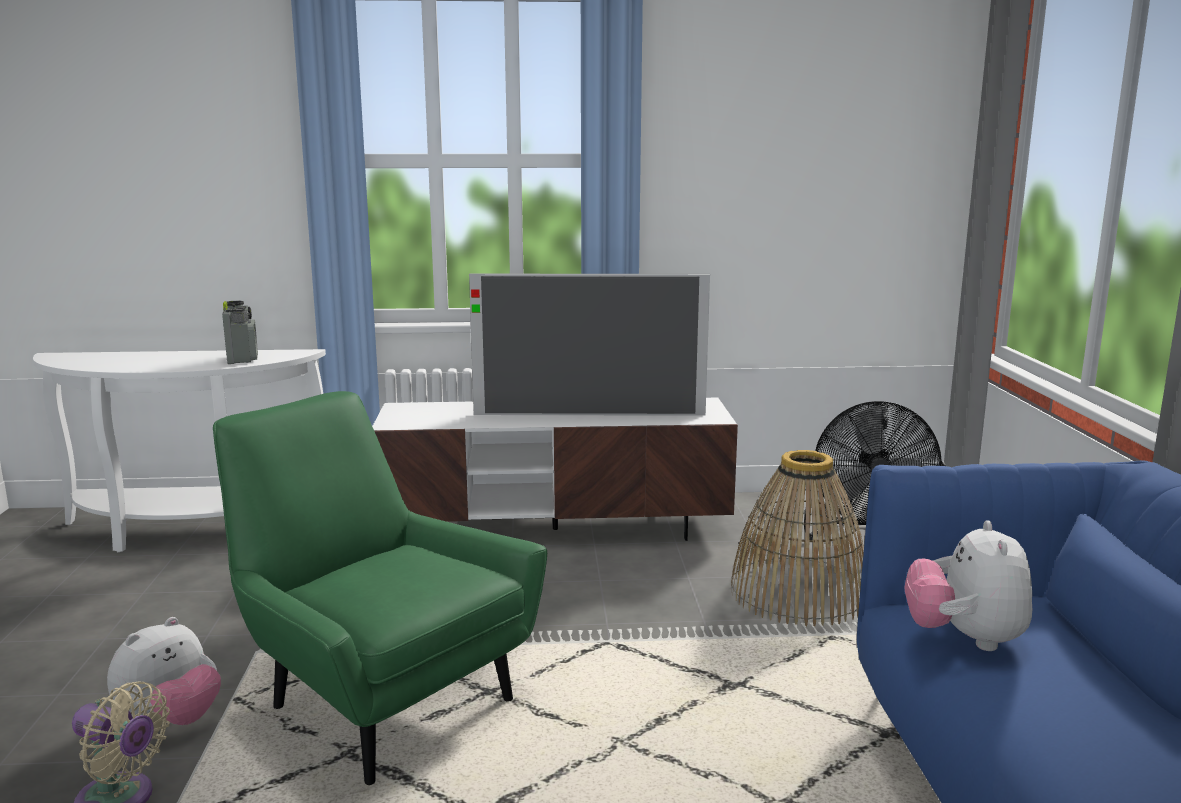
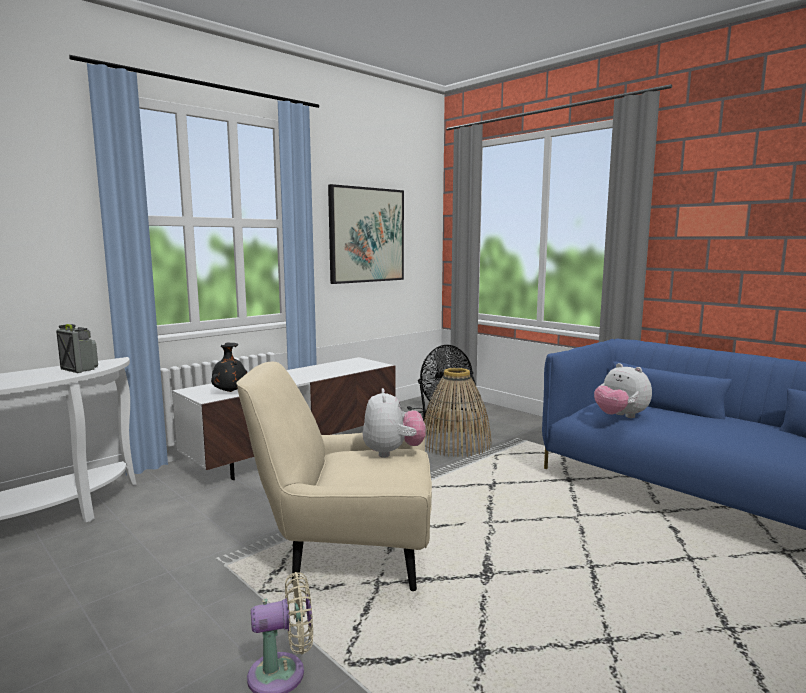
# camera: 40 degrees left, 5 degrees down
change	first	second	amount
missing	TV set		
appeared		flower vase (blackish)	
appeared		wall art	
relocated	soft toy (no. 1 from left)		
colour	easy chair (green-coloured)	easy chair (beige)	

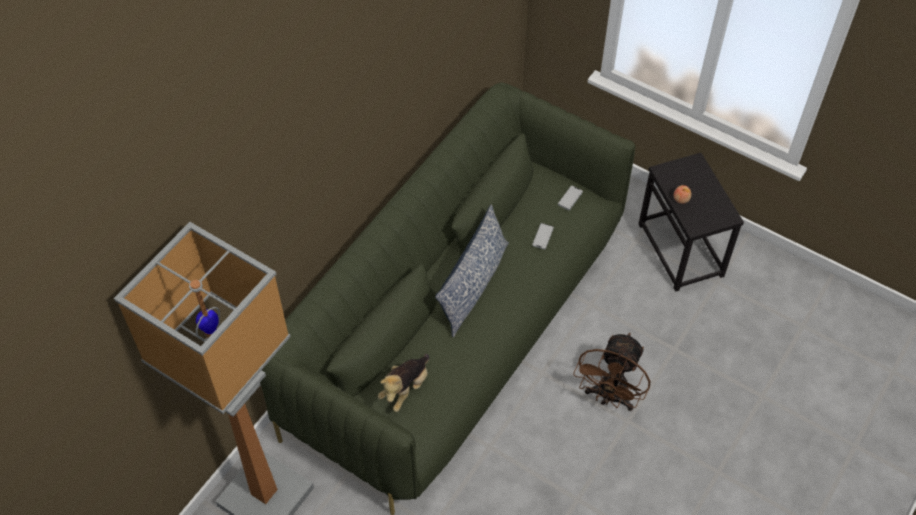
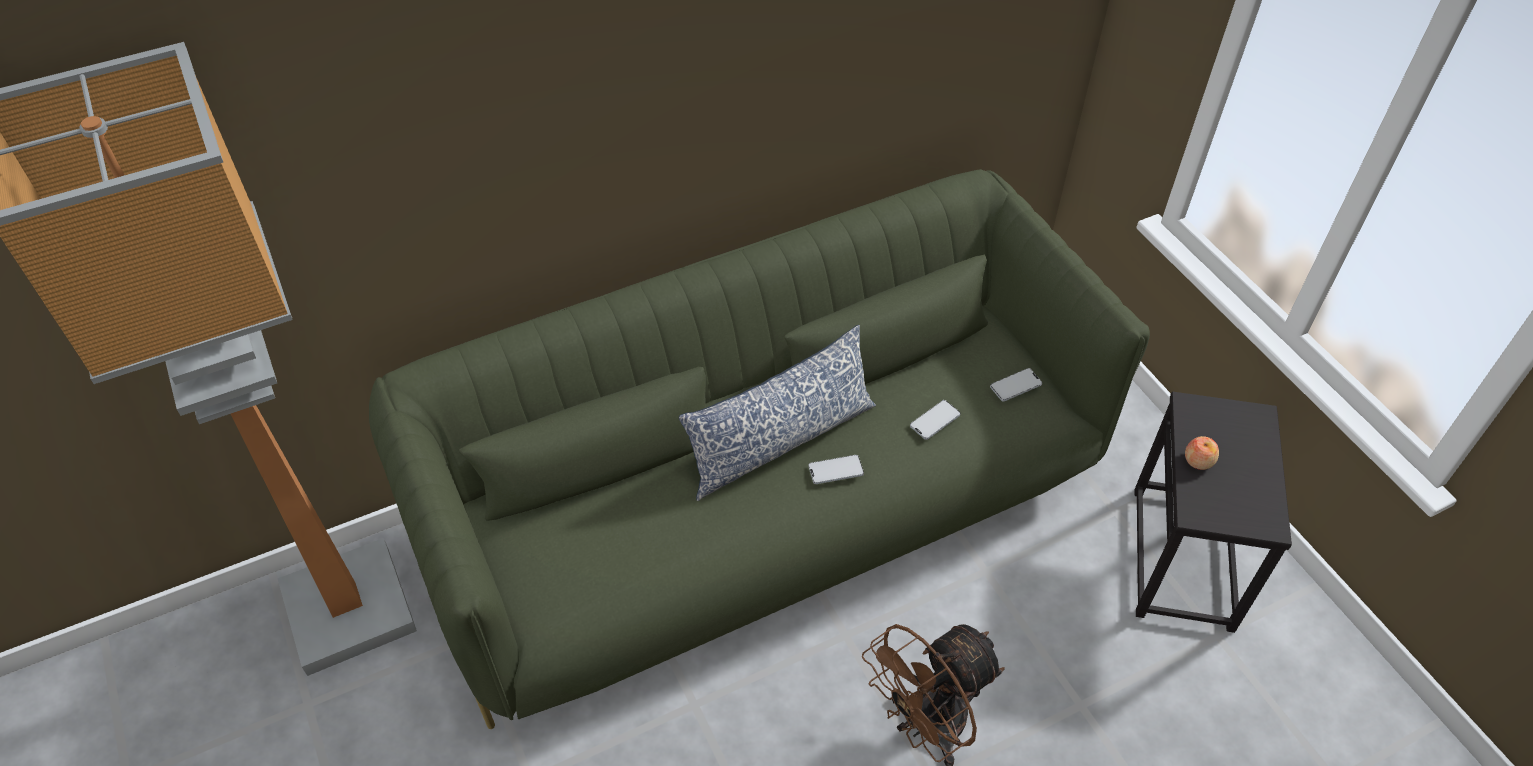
# camera: 30 degrees right, 5 degrees down
change	first	second	amount
missing	soft toy		
appeared		phone (no. 1 from left)	

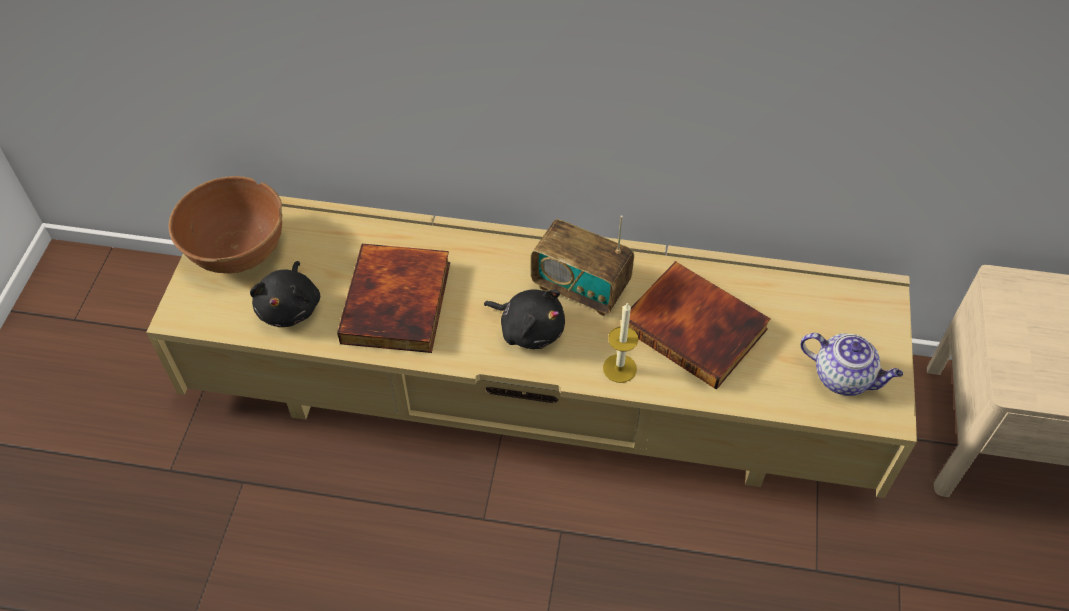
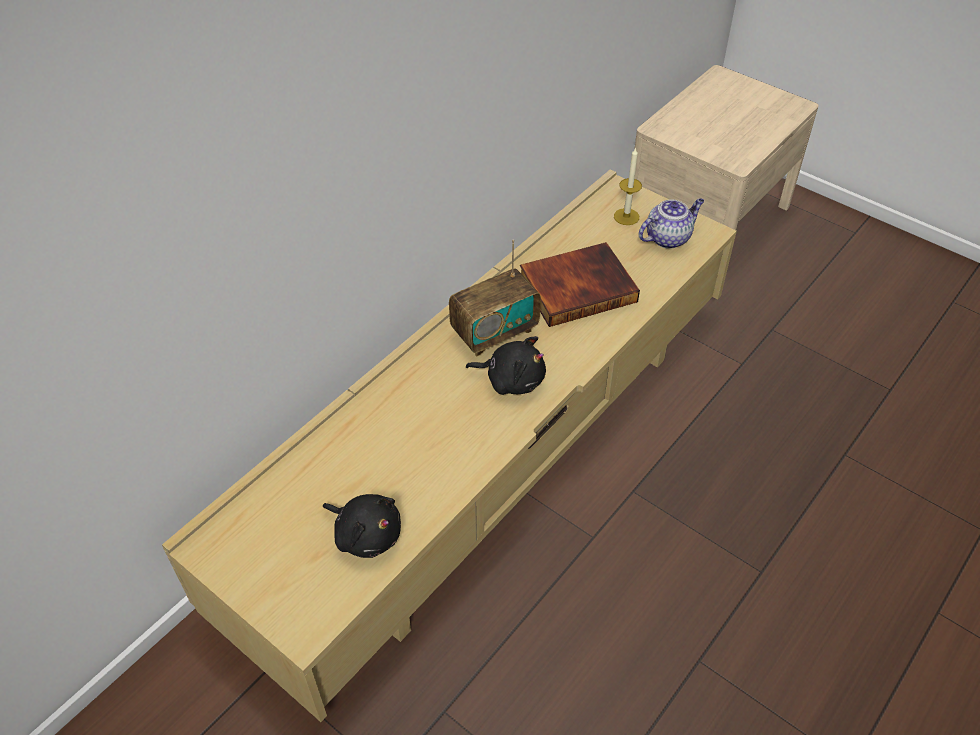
# camera: 60 degrees left, 5 degrees down
change	first	second	amount
missing	serving bowl (brown)		
missing	book (no. 1 from left)		
relocated	candle		
spun	soft toy (blackish) (no. 2 from left)		45 degrees clockwise

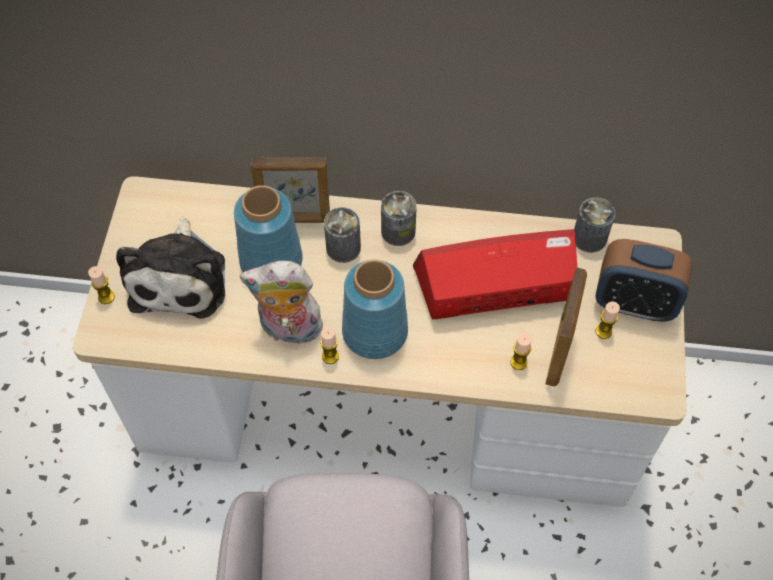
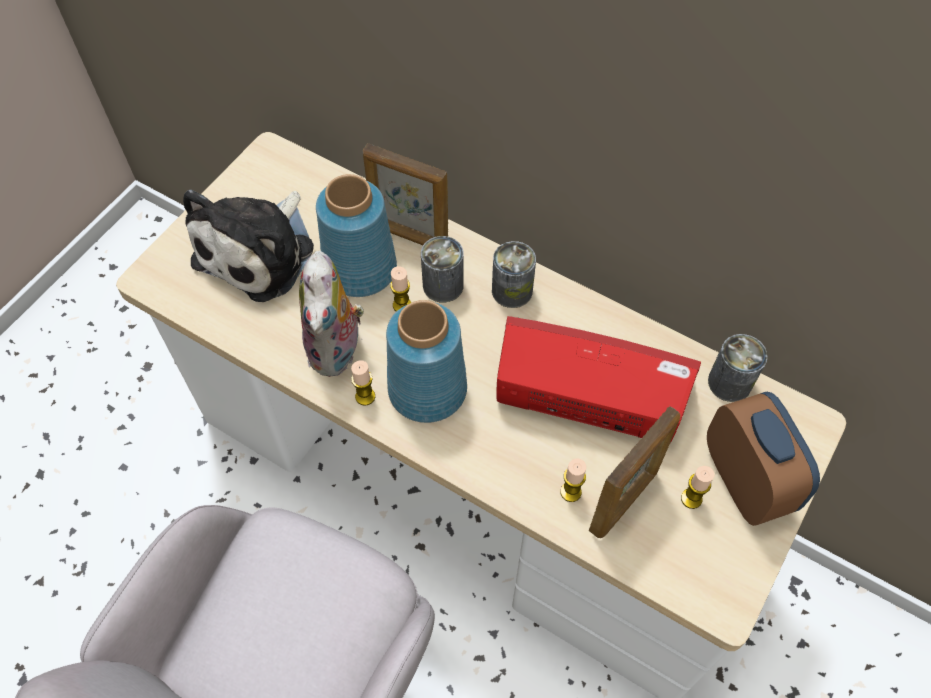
# camera: 25 degrees right, 0 degrees up
change	first	second	amount
relocated	candle (no. 1 from left in the first image)	candle (no. 2 from left)	
spun	soft toy (no. 2 from left)		120 degrees counterclockwise
spun	alarm clock		150 degrees counterclockwise

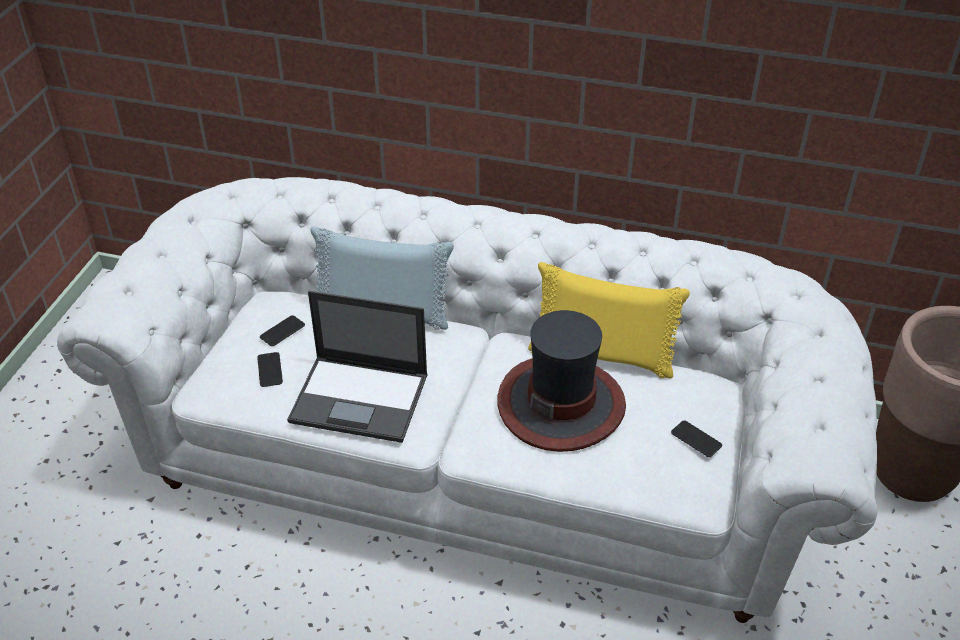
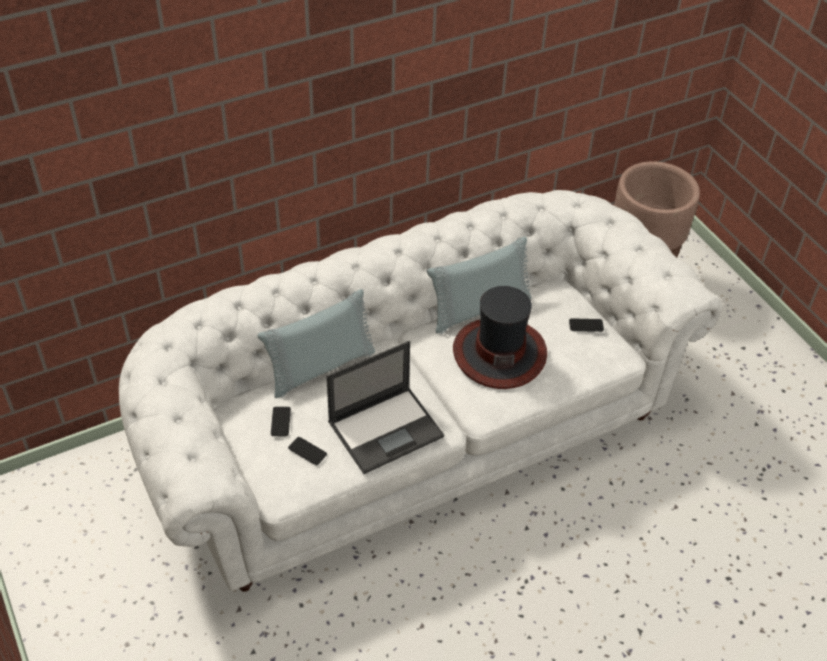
# camera: 45 degrees left, 5 degrees up
change	first	second	amount
colour	throw pillow (yellowish)	throw pillow (blue) (no. 2 from left)	

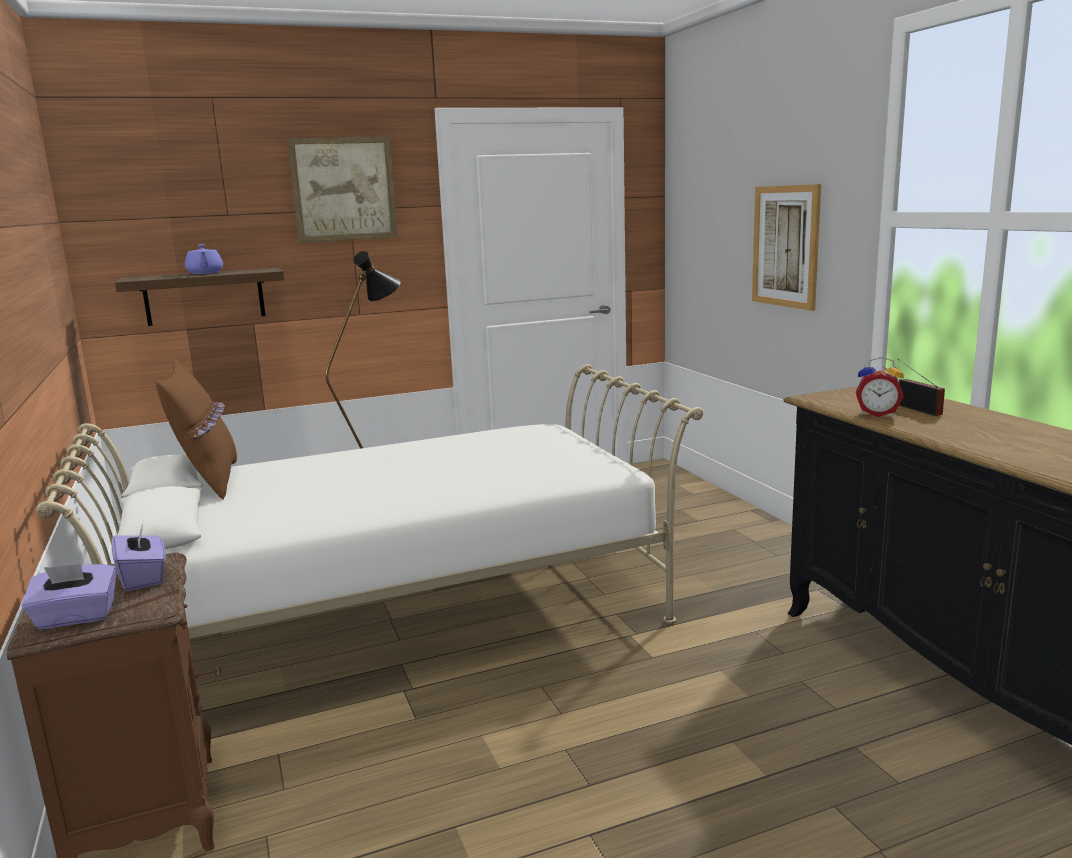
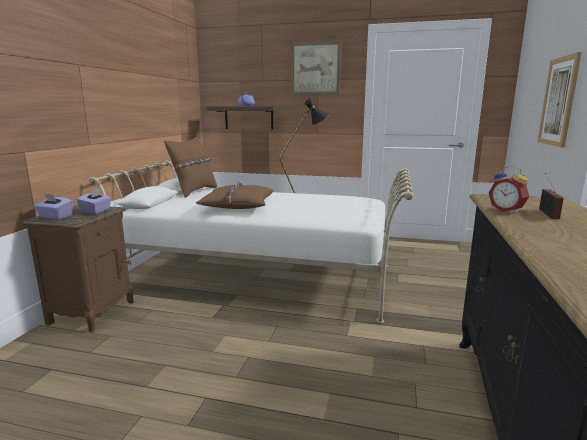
# camera: 35 degrees right, 0 degrees up
change	first	second	amount
appeared		throw pillow (brown) (no. 2 from left)	

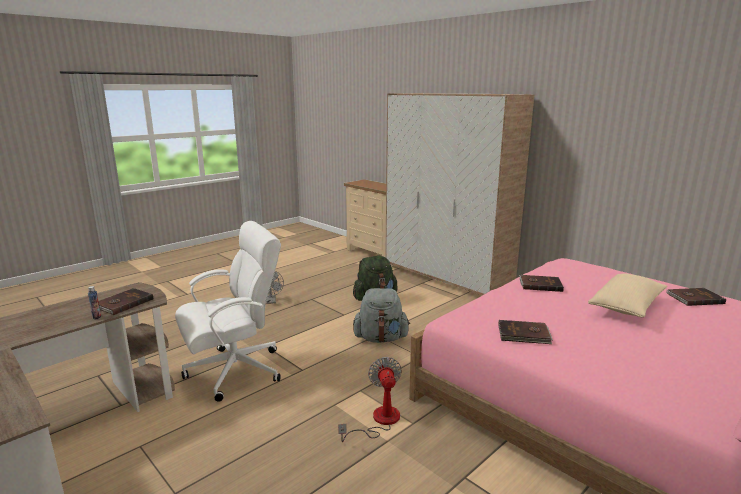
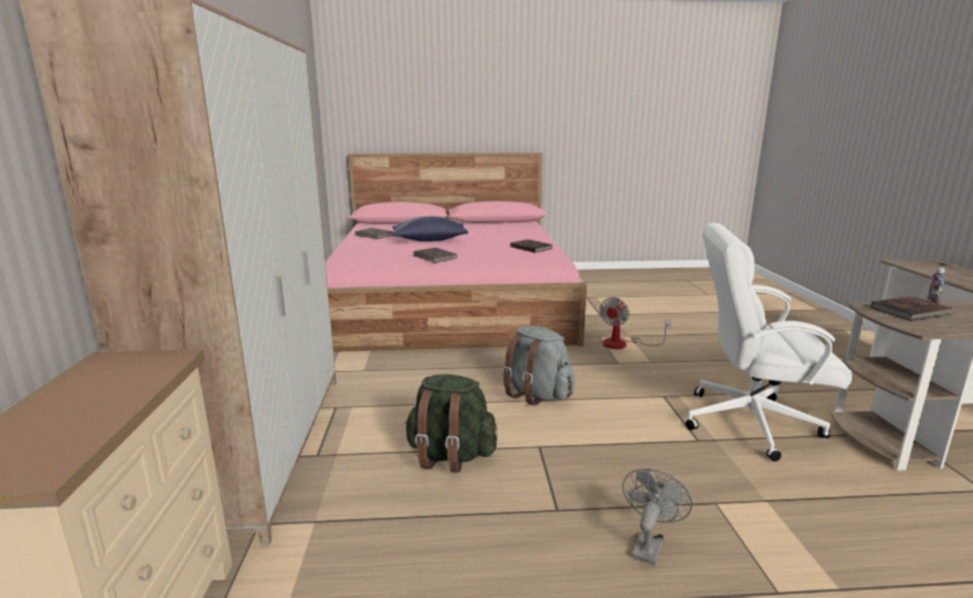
# camera: 140 degrees left, 0 degrees up
change	first	second	amount
colour	throw pillow (beige)	throw pillow (blue)	

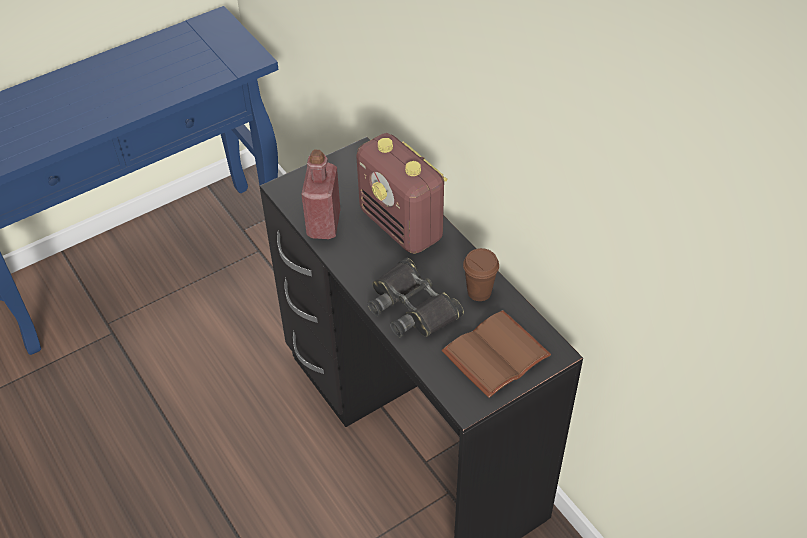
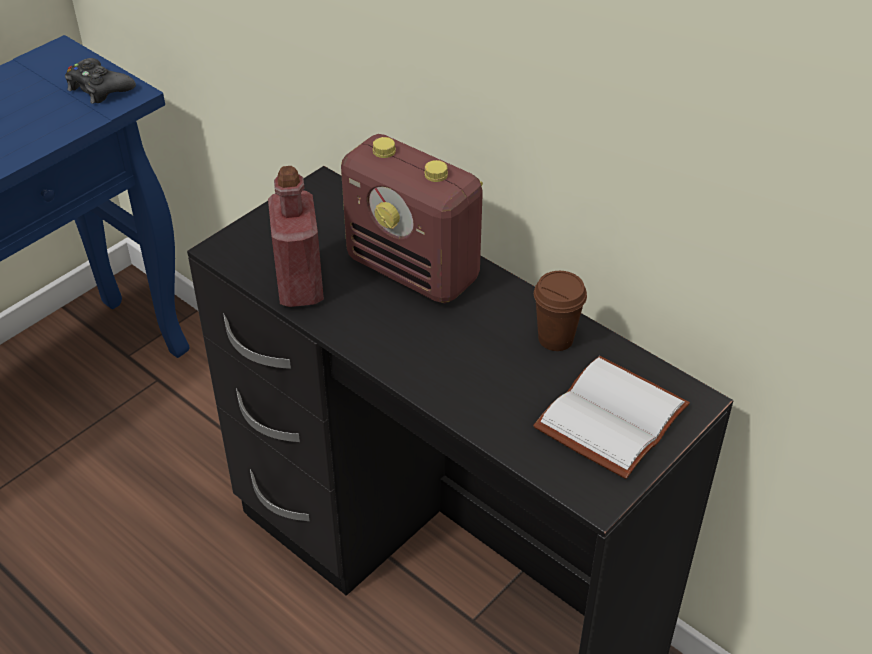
# camera: 15 degrees left, 5 degrees down
change	first	second	amount
missing	field glasses (blackish)		
appeared		game controller (blackish)	
colour	book (brown)	book (white)	

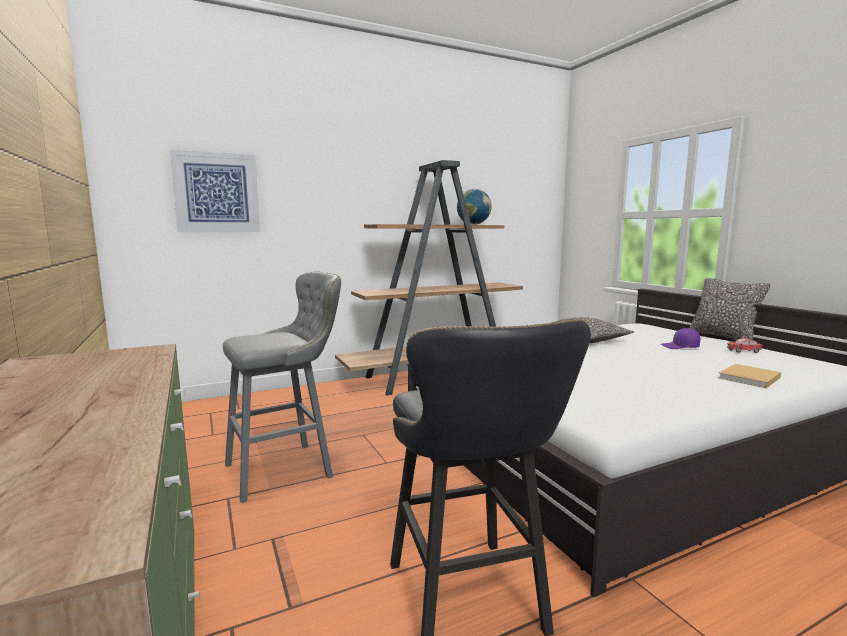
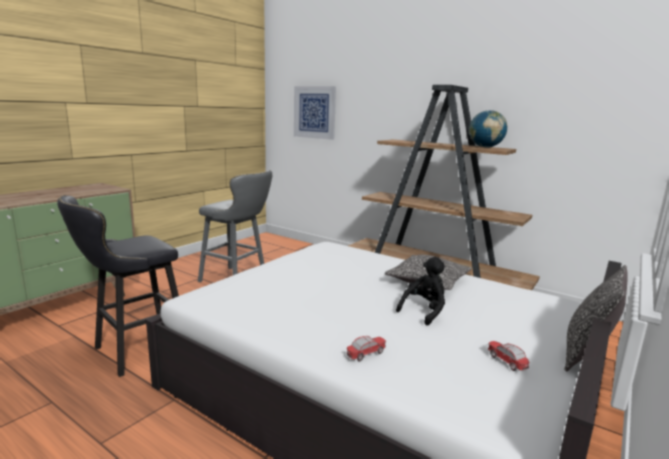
# camera: 60 degrees right, 5 degrees up
change	first	second	amount
missing	cap (purplish)		
appeared		soft toy (blackish)	
exchanged	book (beige)	miniature car (no. 1 from left)	

